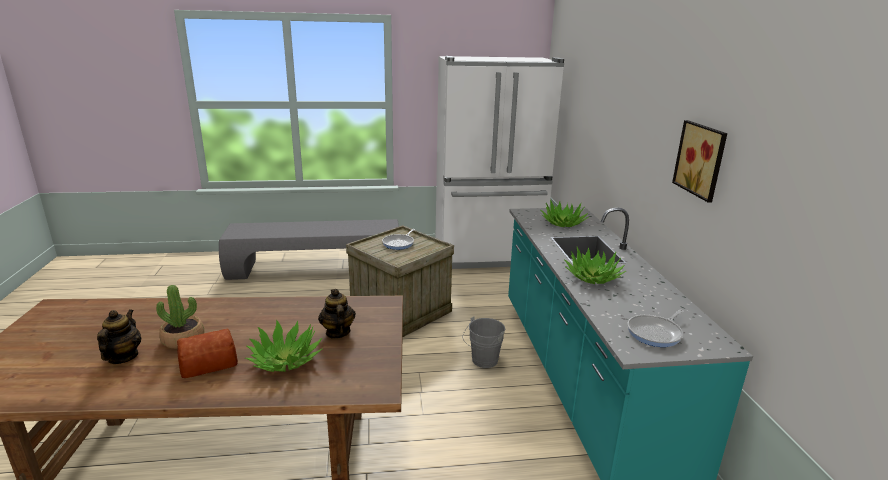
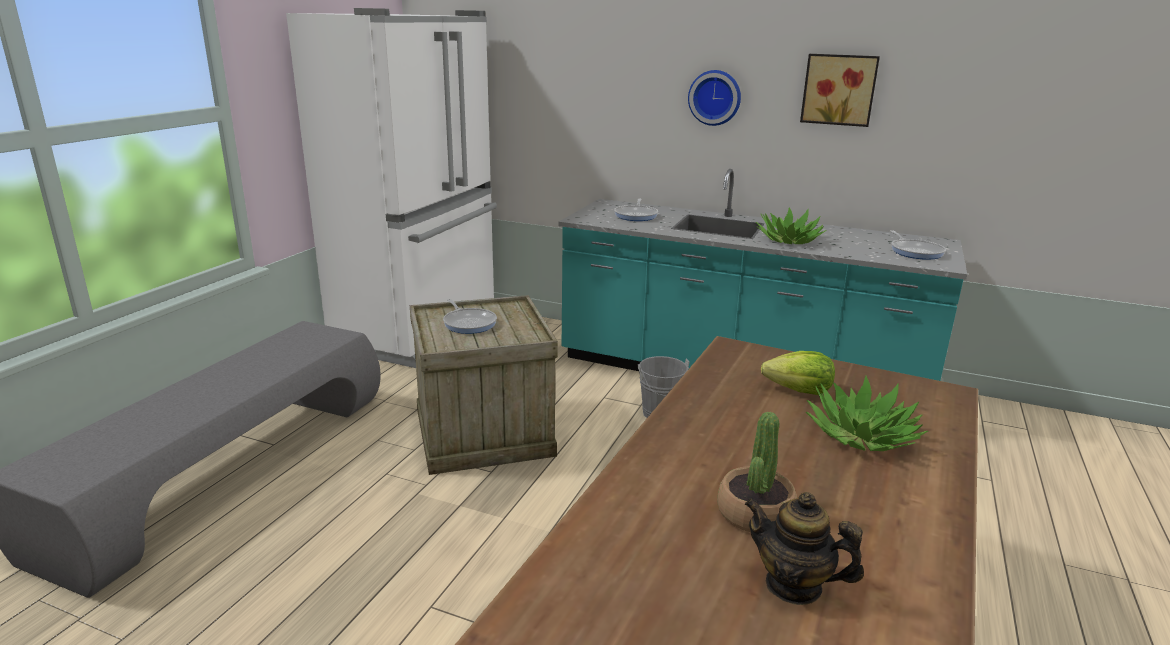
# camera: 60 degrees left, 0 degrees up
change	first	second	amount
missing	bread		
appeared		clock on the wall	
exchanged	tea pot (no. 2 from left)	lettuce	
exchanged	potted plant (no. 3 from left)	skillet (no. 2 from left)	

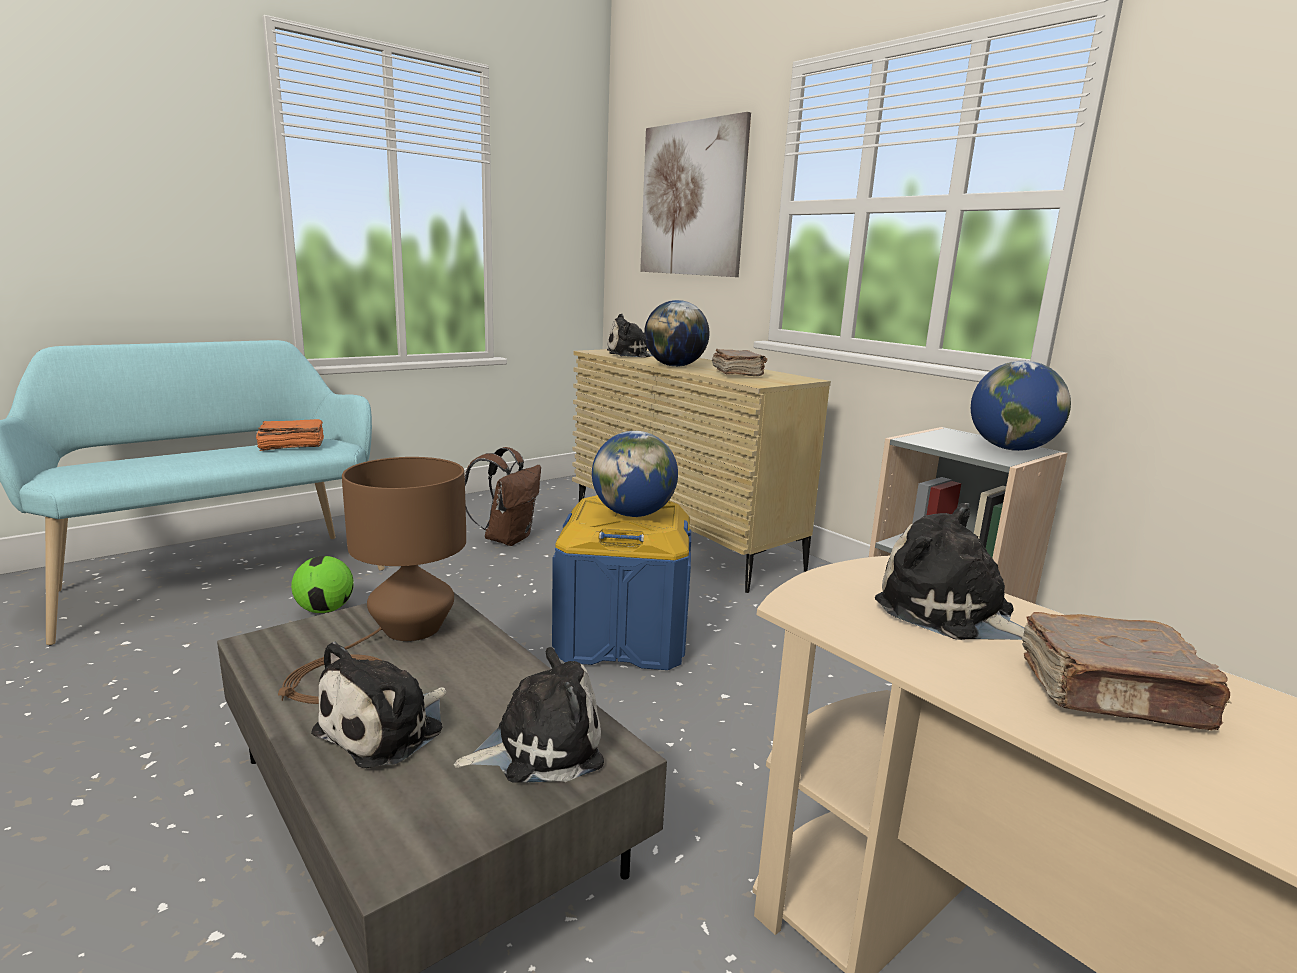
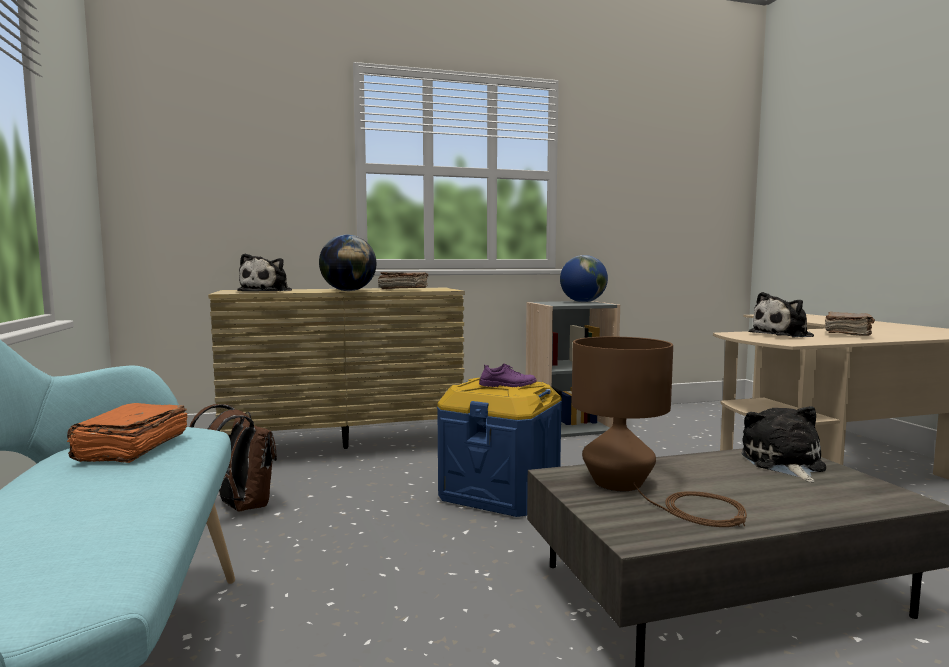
# camera: 65 degrees left, 10 degrees down
change	first	second	amount
missing	football		
missing	soft toy (no. 1 from left)		
missing	wall art		
exchanged	desk globe (no. 1 from left)	low shoe (purplish)	

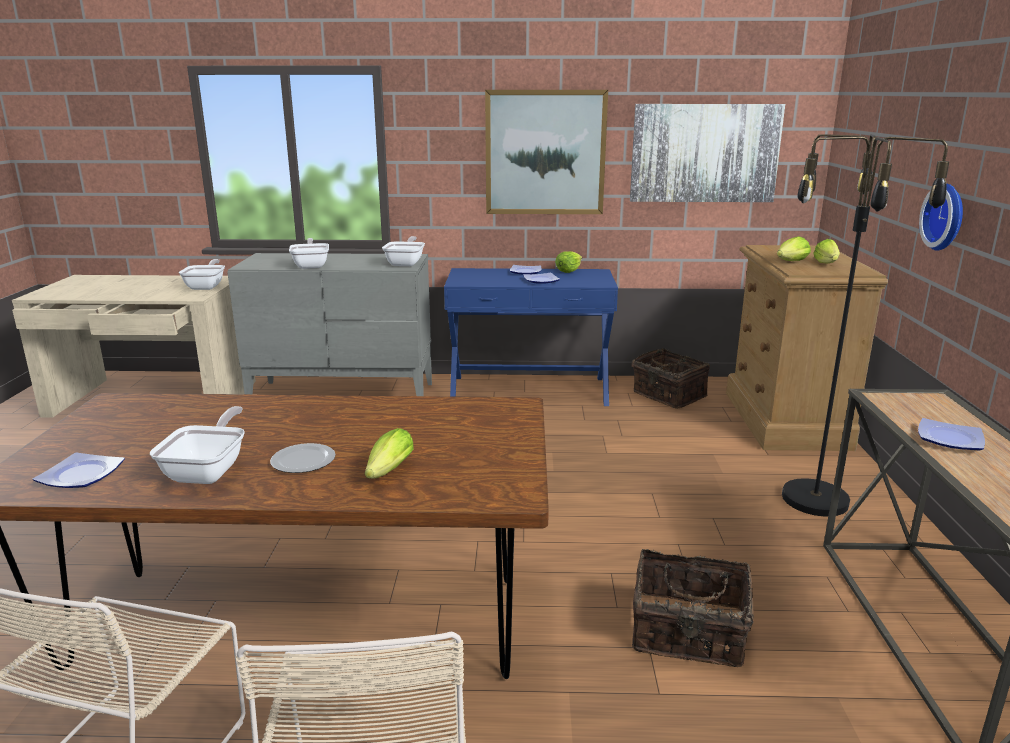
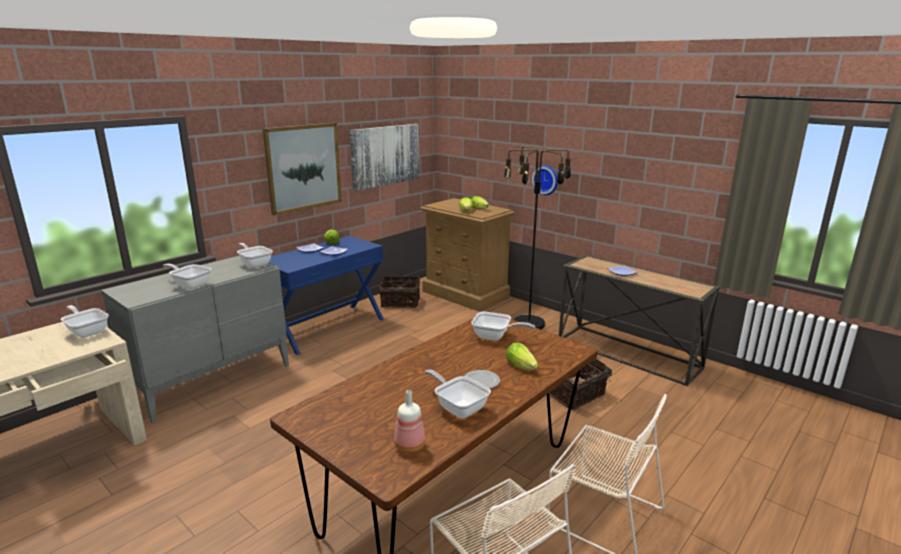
# camera: 50 degrees left, 0 degrees up
change	first	second	amount
appeared		skillet (no. 5 from left)	
exchanged	flat dish (no. 1 from left)	bottle	

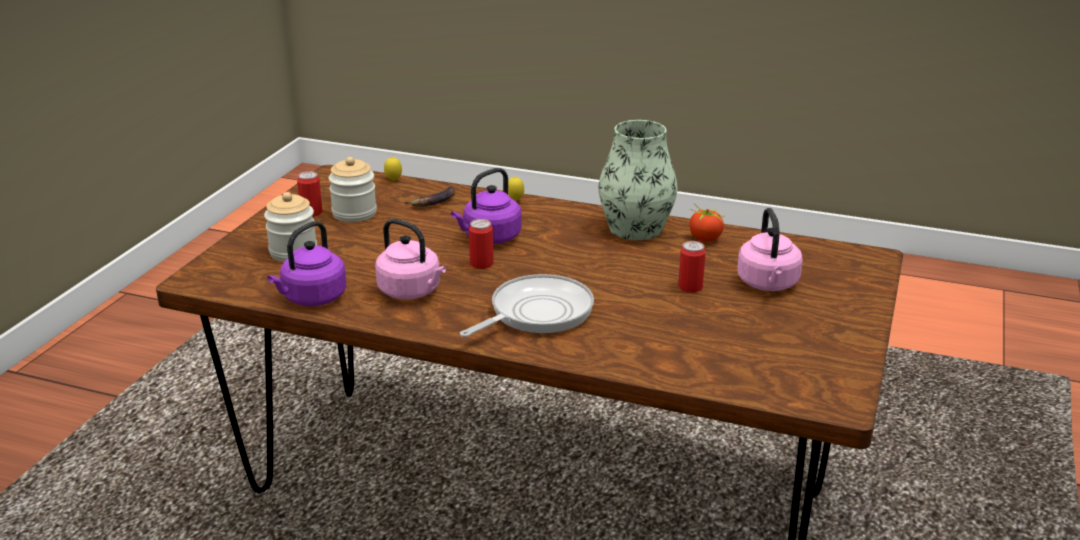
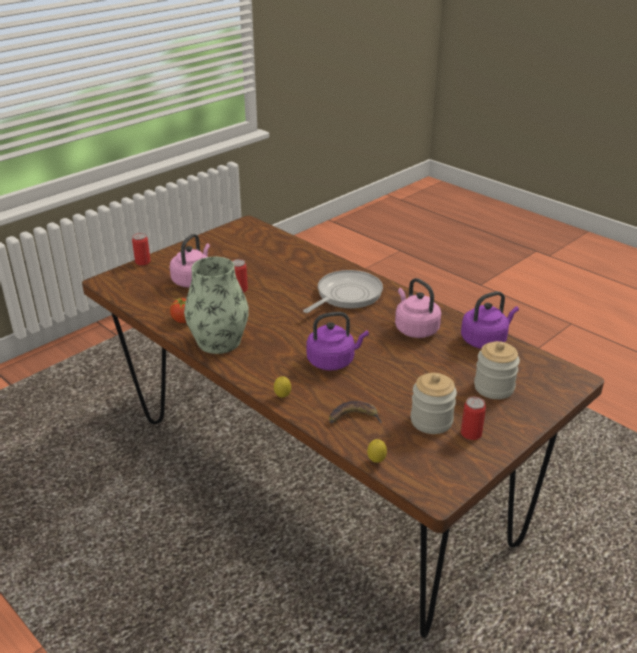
# camera: 155 degrees left, 5 degrees up
change	first	second	amount
relocated	can (no. 2 from left in the first image)	can (no. 1 from left)	
spun	skillet		150 degrees clockwise

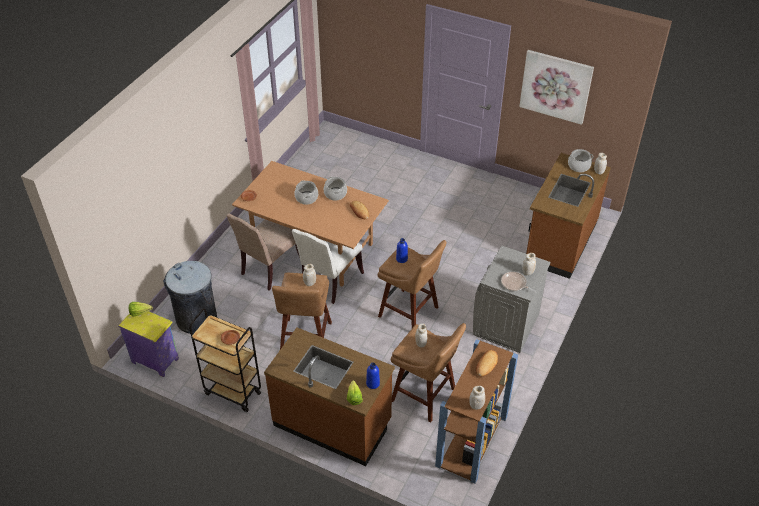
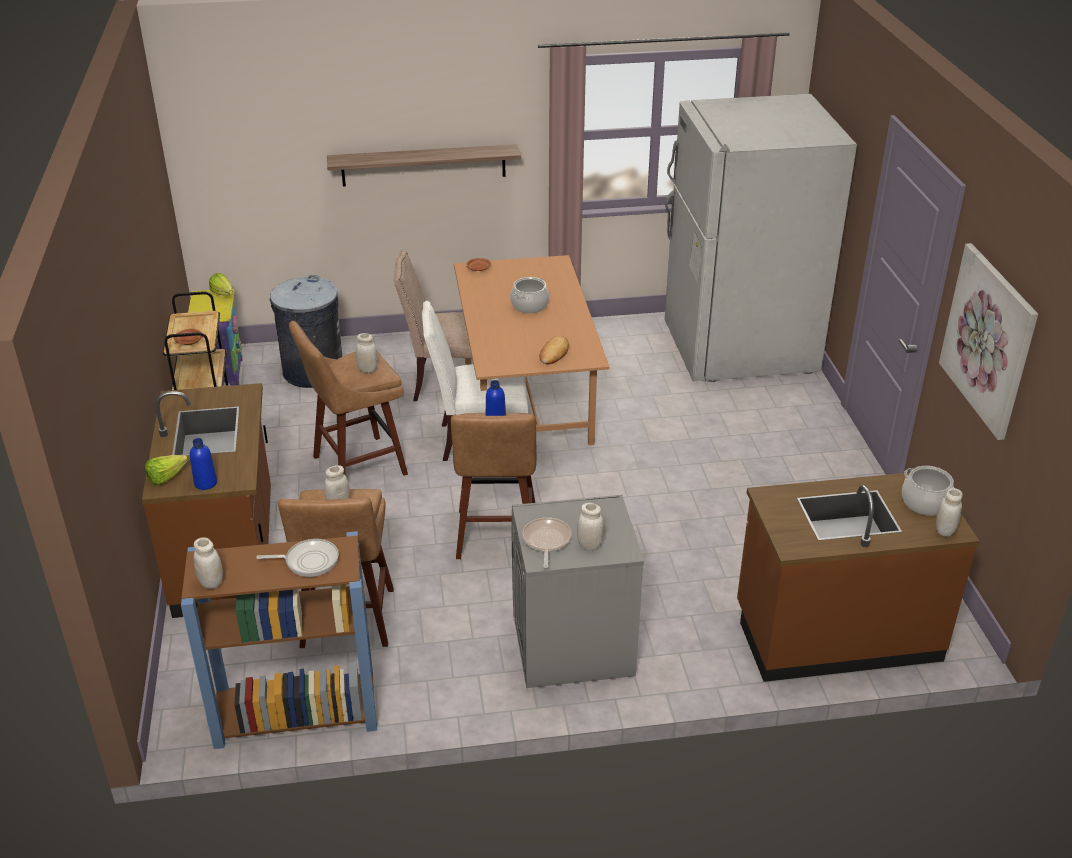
# camera: 55 degrees right, 10 degrees down
change	first	second	amount
missing	stockpot (no. 2 from left)		
appeared		shelf	
appeared		refrigerator (white)	
exchanged	bread (no. 2 from left)	skillet (no. 1 from left)	

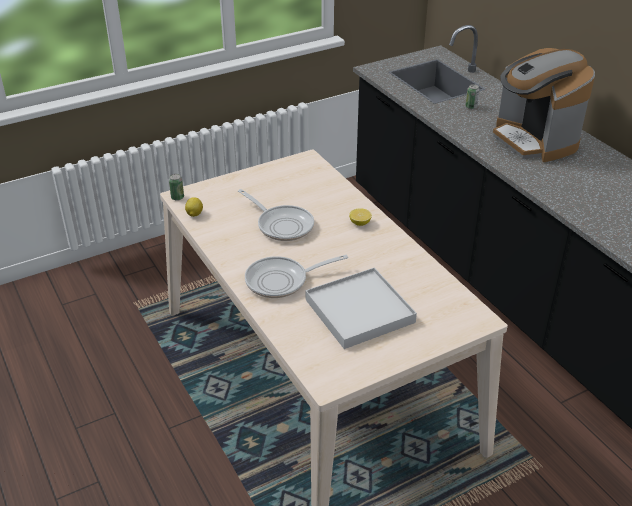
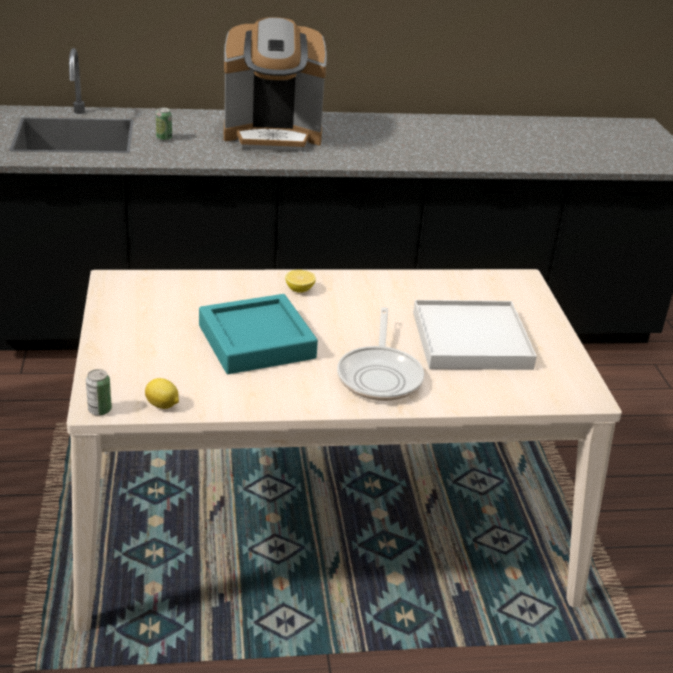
# camera: 70 degrees left, 5 degrees down
change	first	second	amount
exchanged	skillet (no. 1 from left)	serving tray (blue-green)	

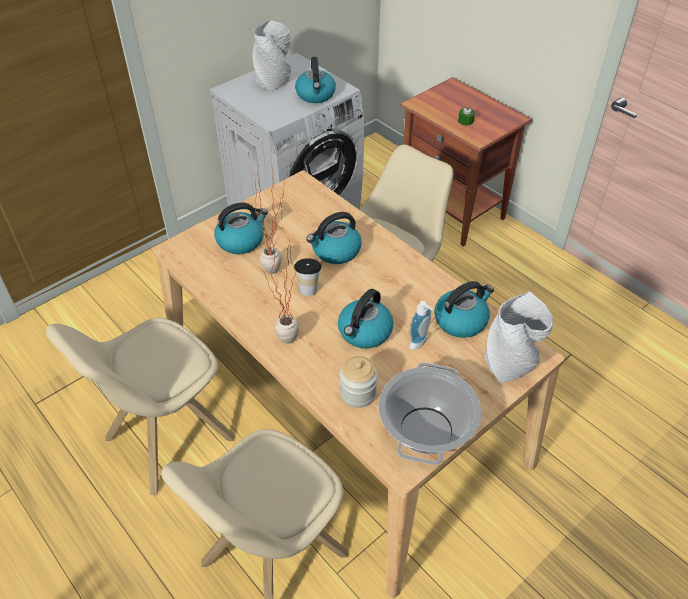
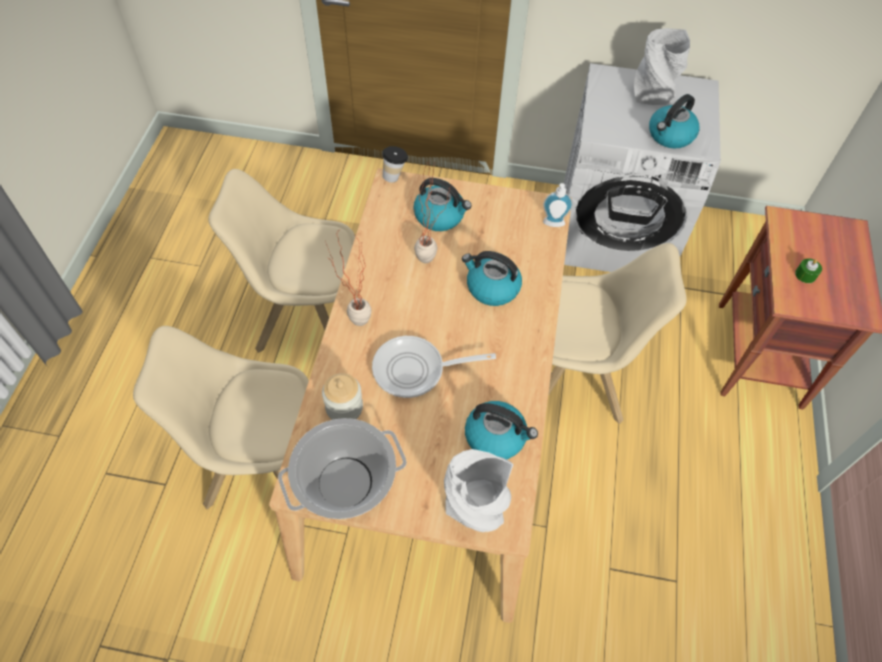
# camera: 50 degrees right, 10 degrees up
change	first	second	amount
relocated	drinking cup		
relocated	liquid soap bottle		
exchanged	kettle (no. 4 from left)	skillet	

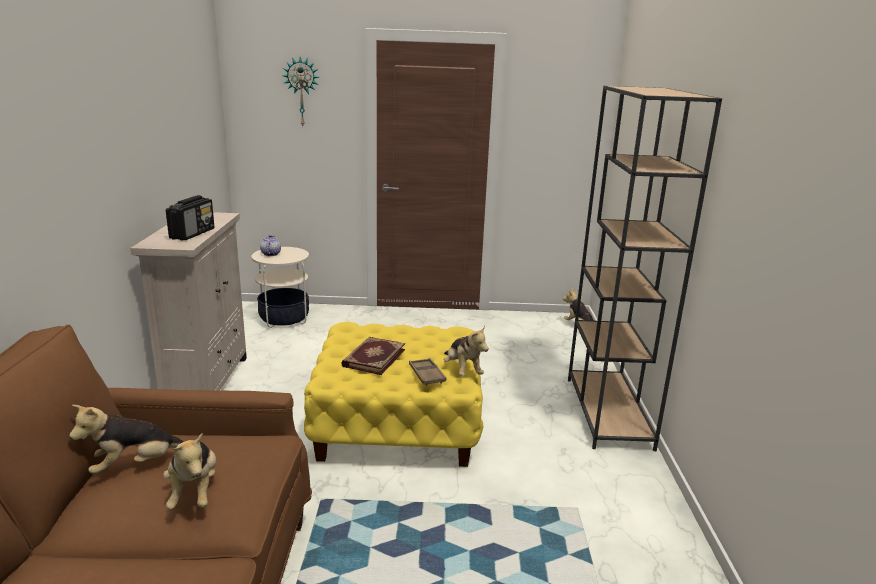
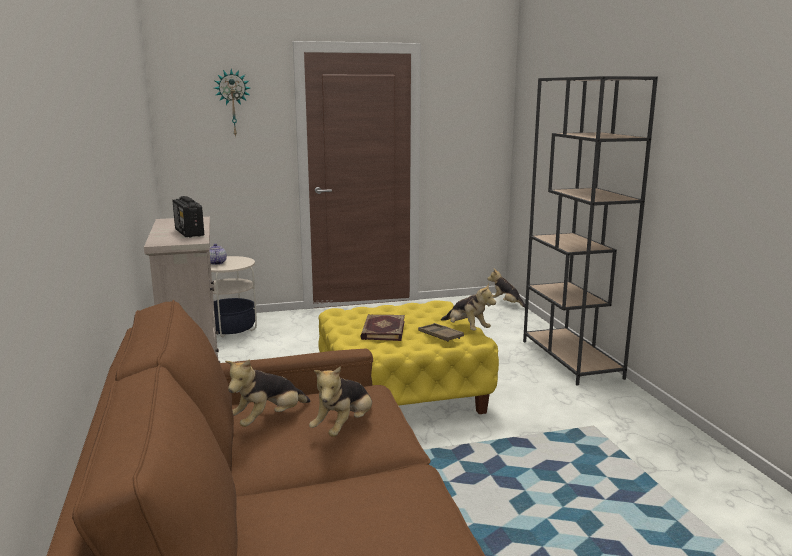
# camera: 15 degrees left, 5 degrees down
change	first	second	amount
spun	soft toy (no. 2 from left)		60 degrees clockwise
spun	radio receiver		150 degrees clockwise

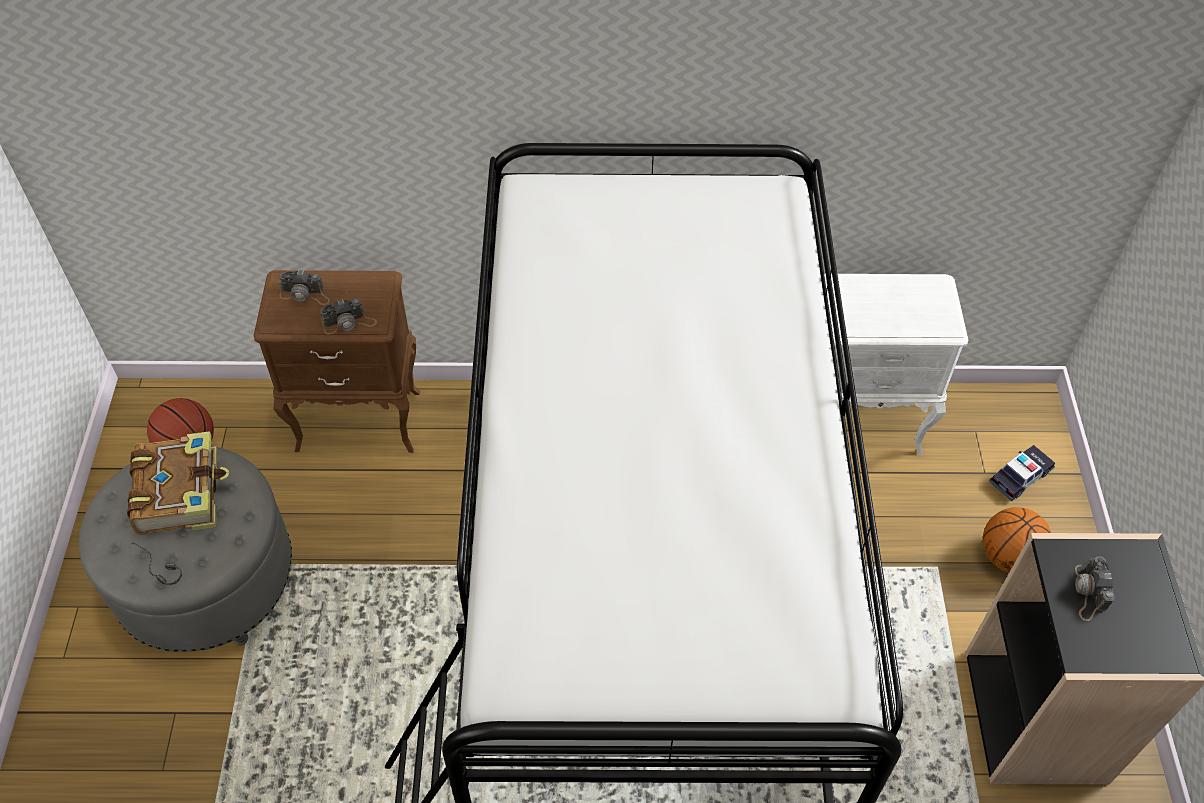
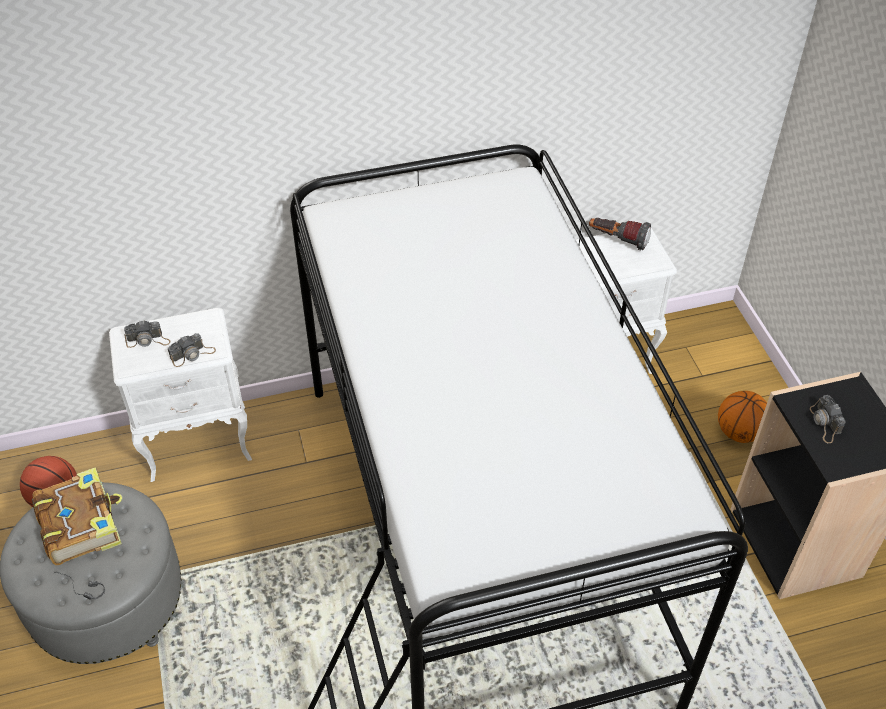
# camera: 15 degrees left, 5 degrees down
change	first	second	amount
missing	miniature car		
appeared		flashlight	
colour	nightstand (brown)	nightstand (white) (no. 1 from left)	

